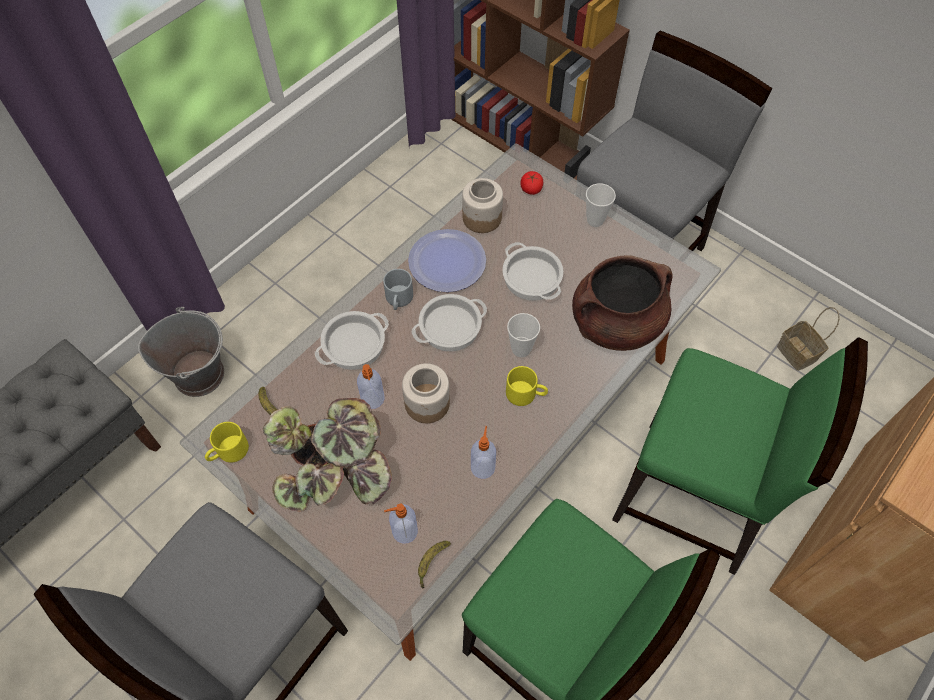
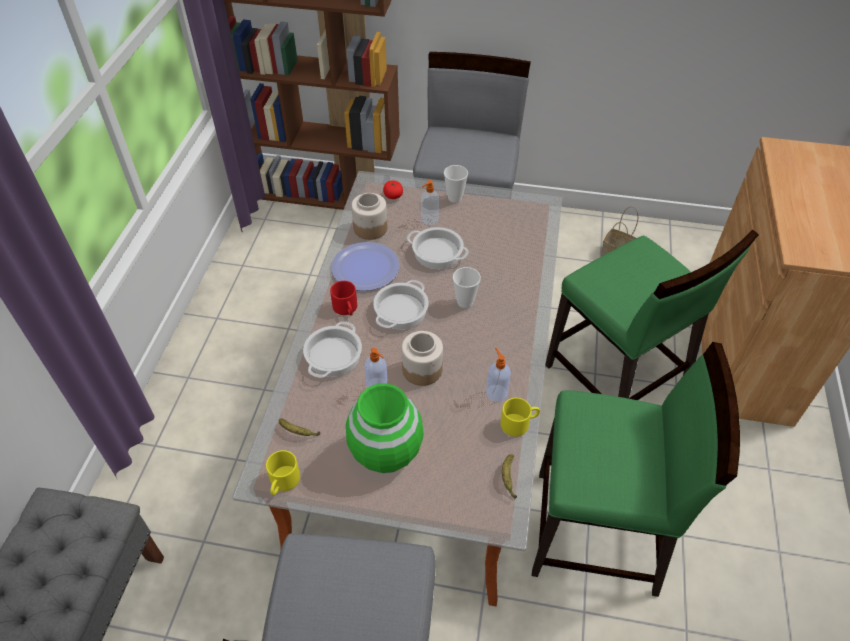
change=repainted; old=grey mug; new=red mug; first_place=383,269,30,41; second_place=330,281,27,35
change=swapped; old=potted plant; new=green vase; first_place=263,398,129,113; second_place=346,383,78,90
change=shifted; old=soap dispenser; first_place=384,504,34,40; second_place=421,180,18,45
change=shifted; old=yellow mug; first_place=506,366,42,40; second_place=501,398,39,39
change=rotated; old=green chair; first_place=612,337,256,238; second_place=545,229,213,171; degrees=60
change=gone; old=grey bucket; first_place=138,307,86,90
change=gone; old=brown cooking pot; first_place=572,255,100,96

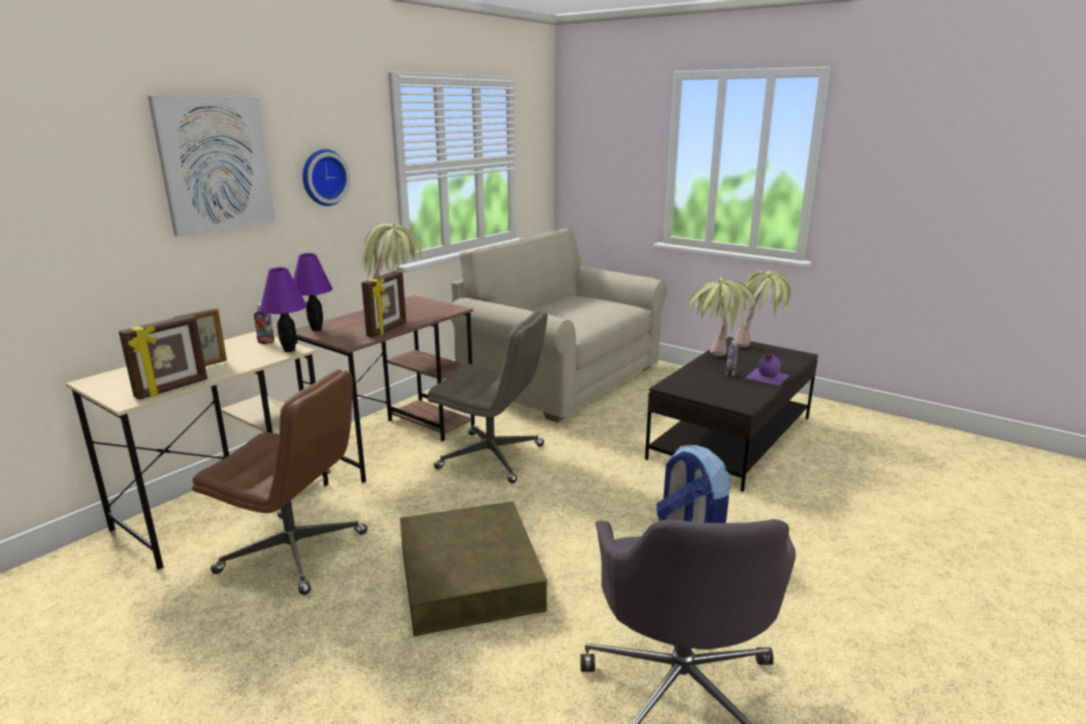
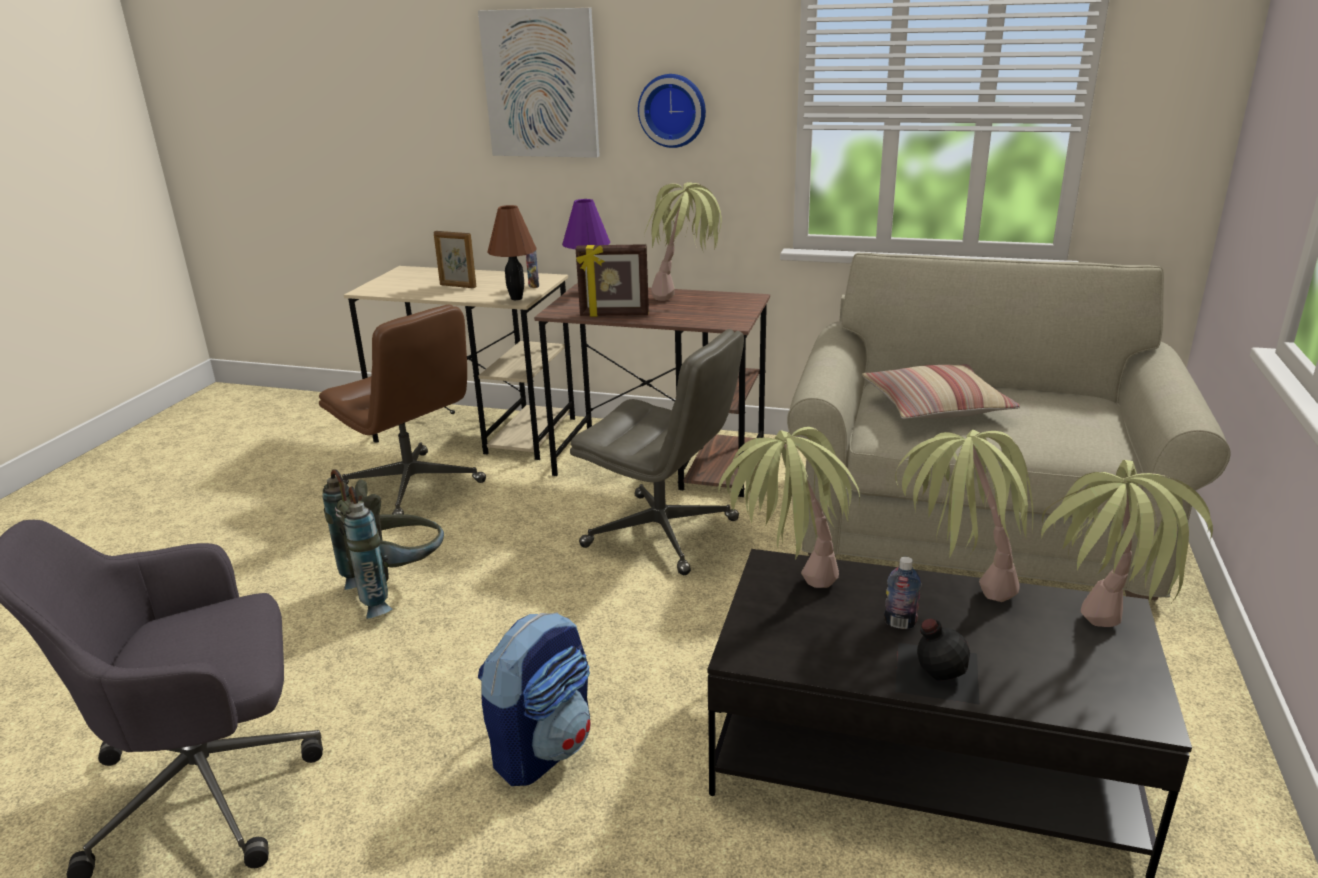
change=rotated; old=brown office chair; first_place=192,369,176,226; second_place=319,305,167,209; degrees=-45
change=swapped; old=brown storage box; new=grey backpack; first_place=400,501,147,135; second_place=322,469,122,150
change=repainted; old=purple table lamp; new=brown table lamp; first_place=260,267,47,85; second_place=487,205,50,95
change=rotated; old=grey office chair; first_place=428,310,119,173; second_place=570,329,174,246; degrees=-60
change=new; new=potted plant; second_place=718,427,142,161
change=new; new=pillow; second_place=862,364,158,55
change=repainted; old=purple bottle; new=black bottle; first_place=745,352,45,34; second_place=895,619,85,86
change=gone; old=picture frame; first_place=119,315,89,85

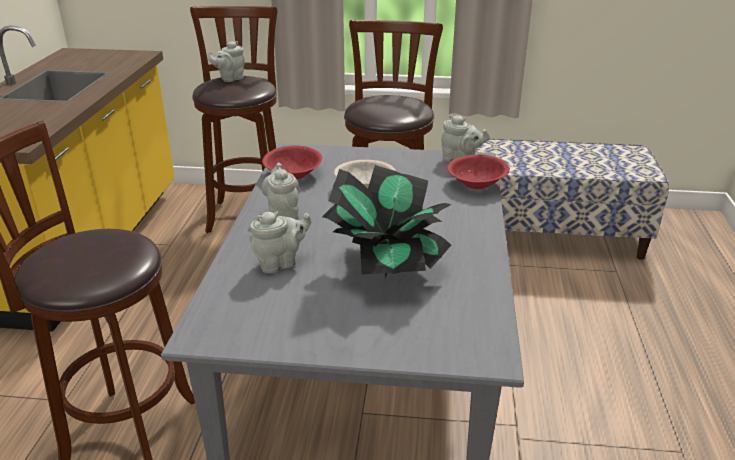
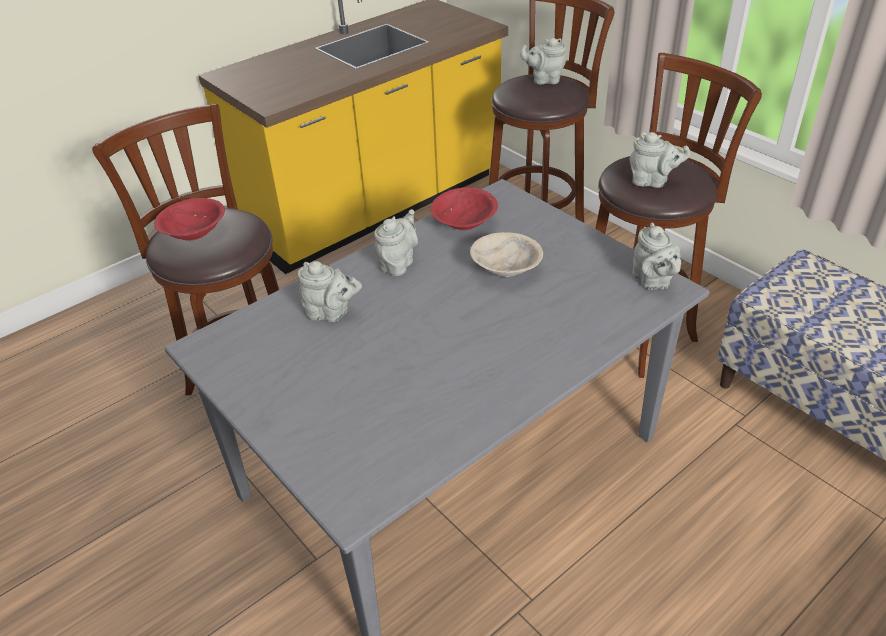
change=shifted; old=red bowl; first_place=447,155,63,34; second_place=154,198,71,43
change=new; new=grey teapot; second_place=630,132,61,56
change=gone; old=potted plant; first_place=322,165,130,112

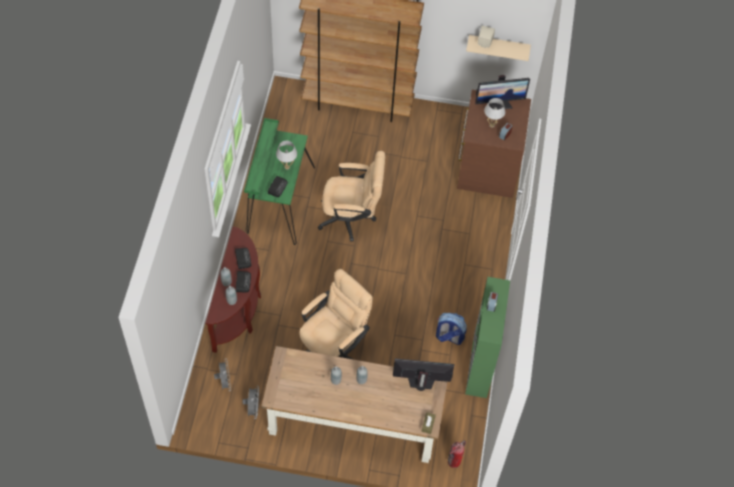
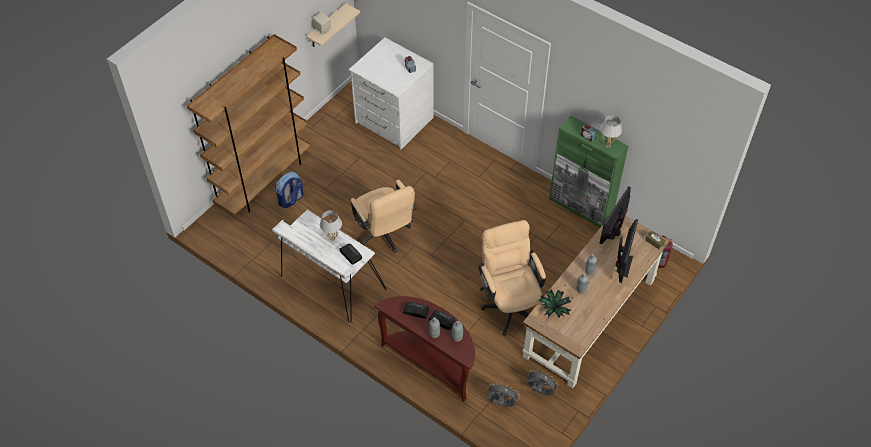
change=repainted; old=green desk; new=white desk; first_place=244,118,71,127; second_place=272,210,114,112
change=shifted; old=backpack; first_place=436,313,31,32; second_place=276,172,27,36
change=repainted; old=brown dresser; new=white dresser; first_place=457,90,74,108; second_place=349,37,85,112
change=rotated; old=beige office chair; first_place=318,151,67,91; second_place=351,180,65,73; degrees=120
change=new; new=potted plant; second_place=538,290,33,28
change=shifted; old=white table lamp; first_place=484,98,21,30; second_place=600,115,22,33
change=shifted; old=monitor; first_place=475,75,55,35; second_place=616,219,22,64

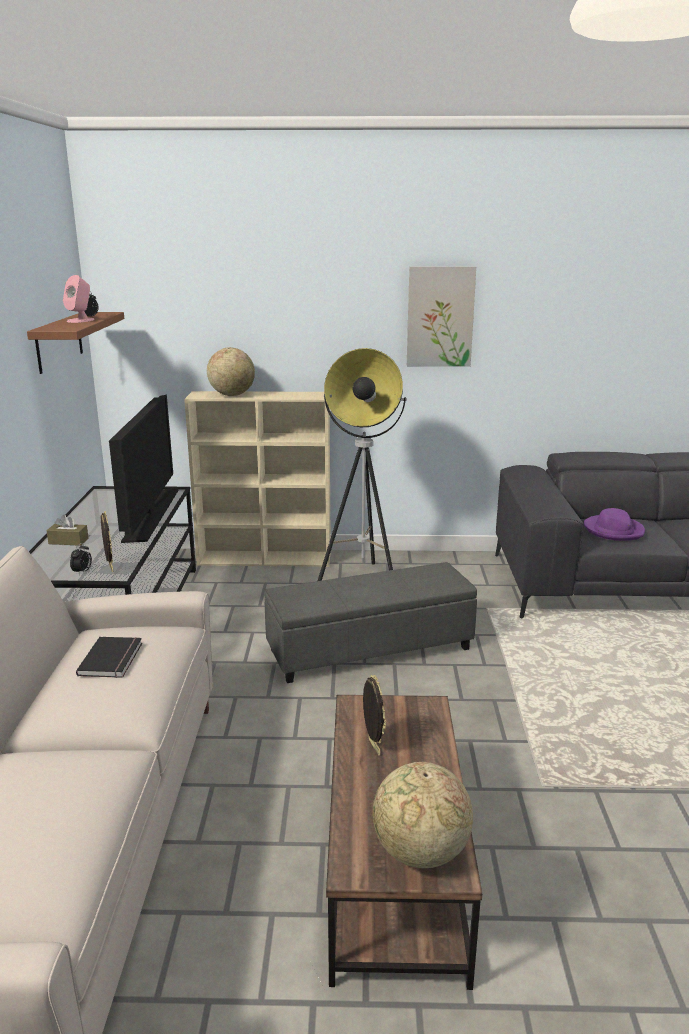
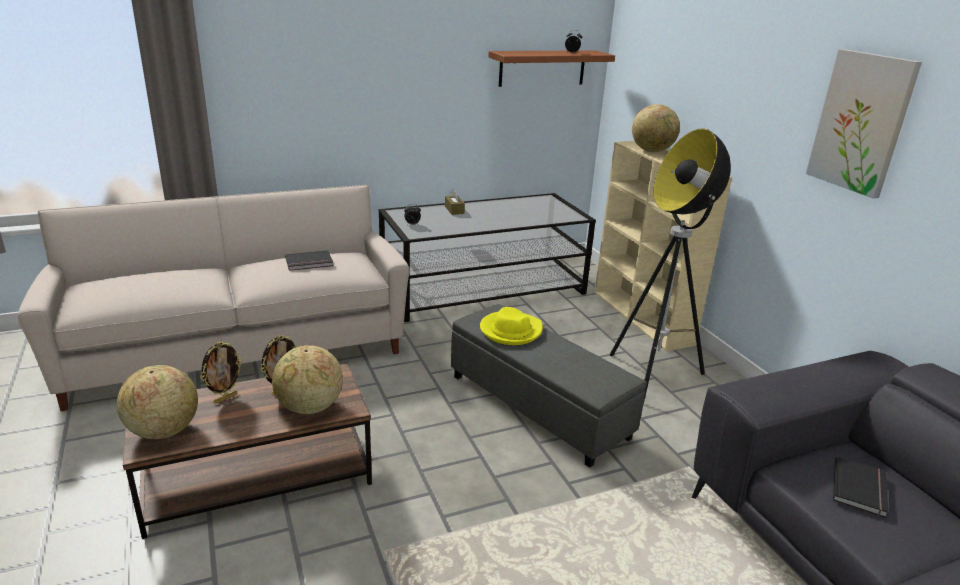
change=shifted; old=picture frame; first_place=101,511,12,61; second_place=201,341,42,63
change=new; new=globe; second_place=272,345,71,69
change=new; new=yellow hat; second_place=480,307,63,38
change=swapped; old=purple hat; new=black book; first_place=584,508,61,33; second_place=833,457,55,61
change=gone; old=pink speaker; first_place=63,275,31,48
change=gone; old=television; first_place=109,394,70,149

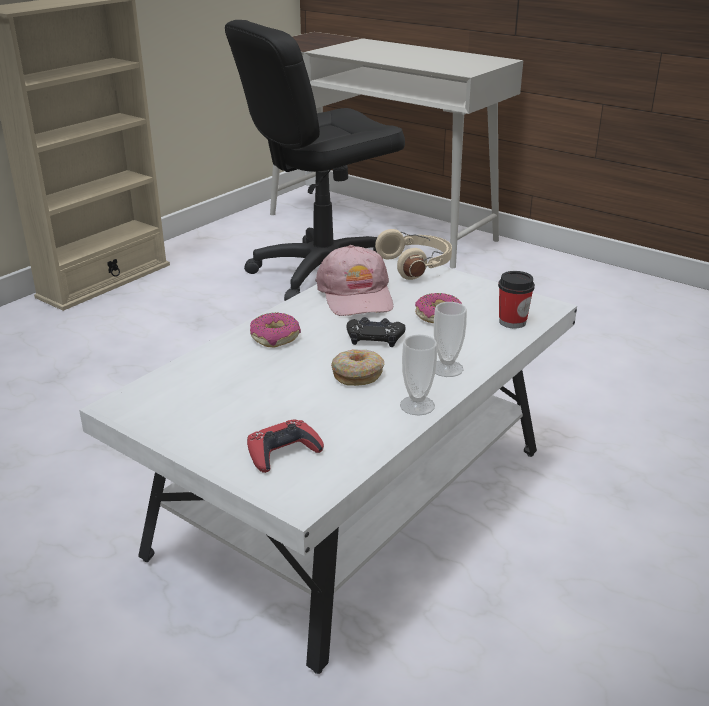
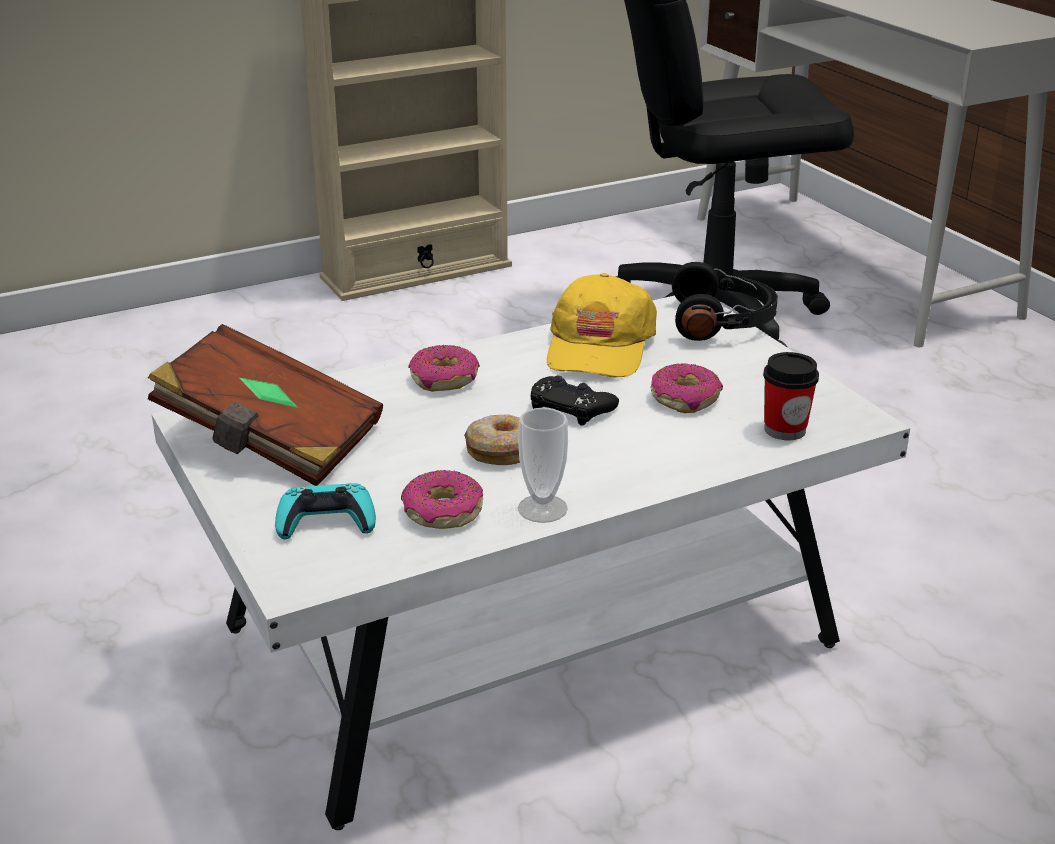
change=new; new=brown book; second_place=148,324,235,162
change=repainted; old=red game controller; new=turquoise game controller; first_place=247,419,77,54; second_place=275,483,101,57
change=new; new=donut; second_place=401,470,82,59
change=repainted; old=pink cap; new=yellow cap; first_place=315,245,78,71; second_place=547,273,110,104
change=repainted; old=beige headphones; new=black headphones; first_place=375,229,77,51; second_place=672,262,106,79
change=gone; old=cup; first_place=434,302,33,75

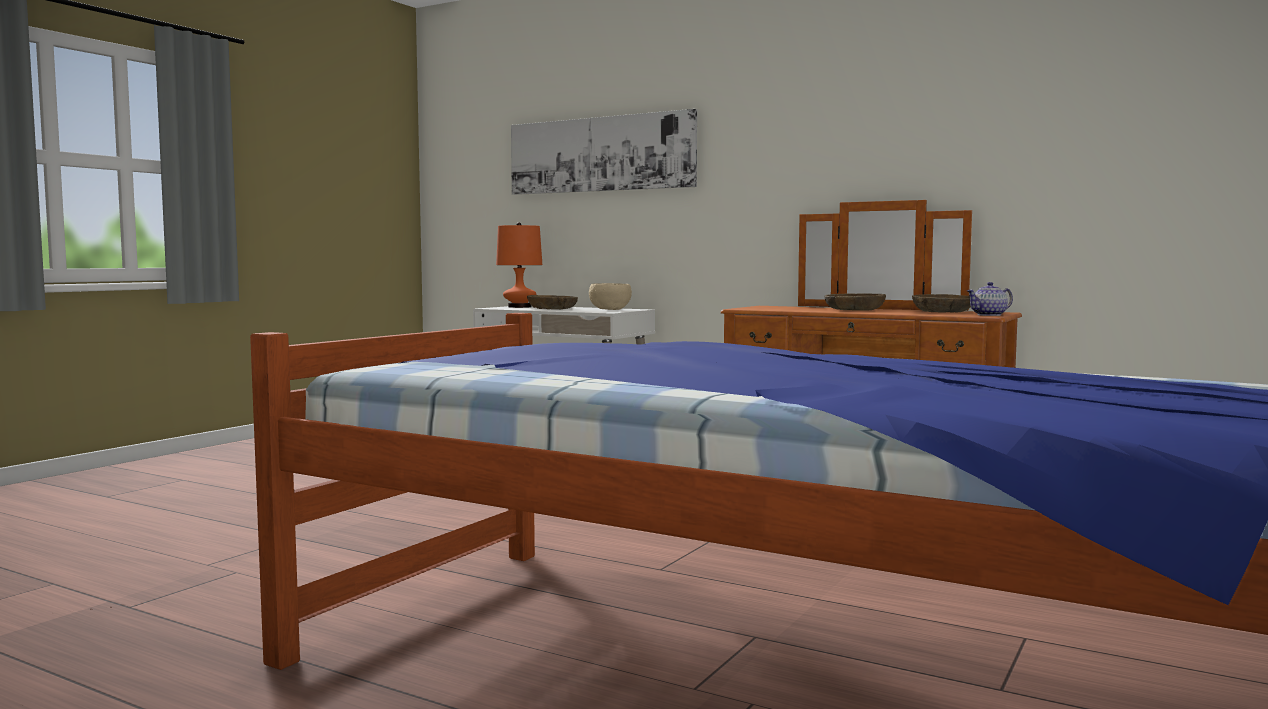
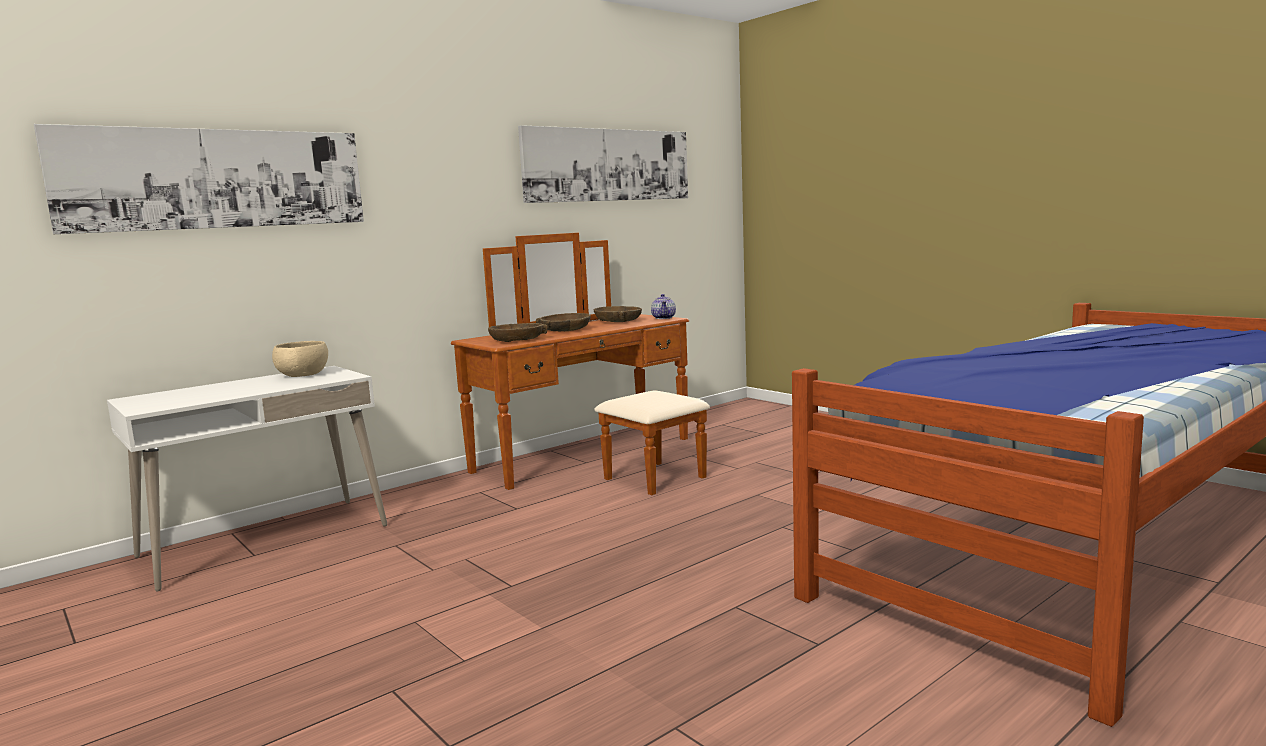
change=shifted; old=brown bowl; first_place=527,295,51,14; second_place=488,323,60,19
change=new; new=picture; second_place=518,125,170,78
change=gone; old=orange table lamp; first_place=496,222,46,86

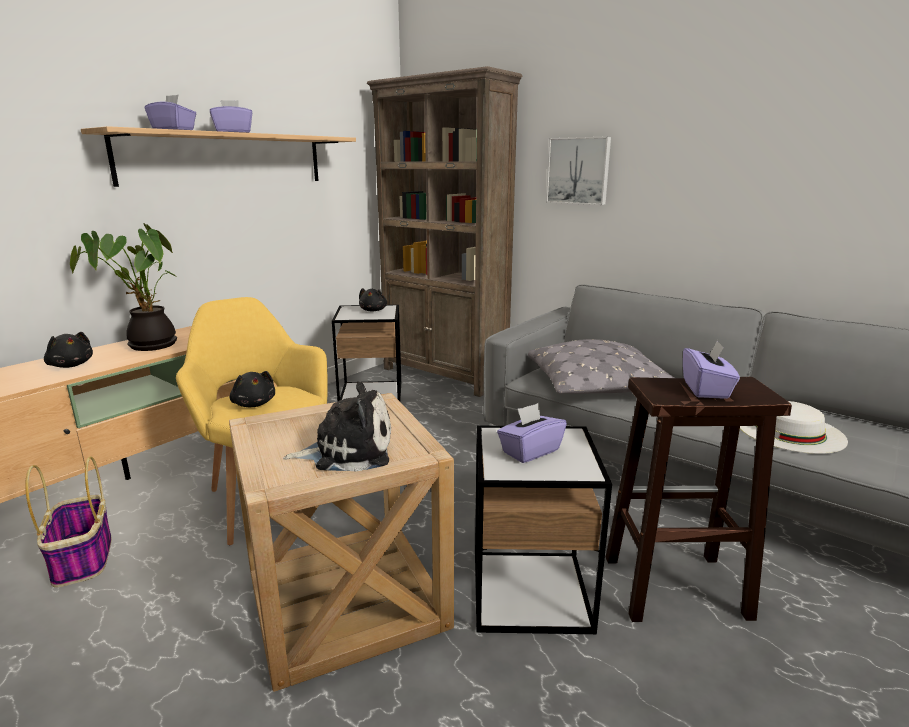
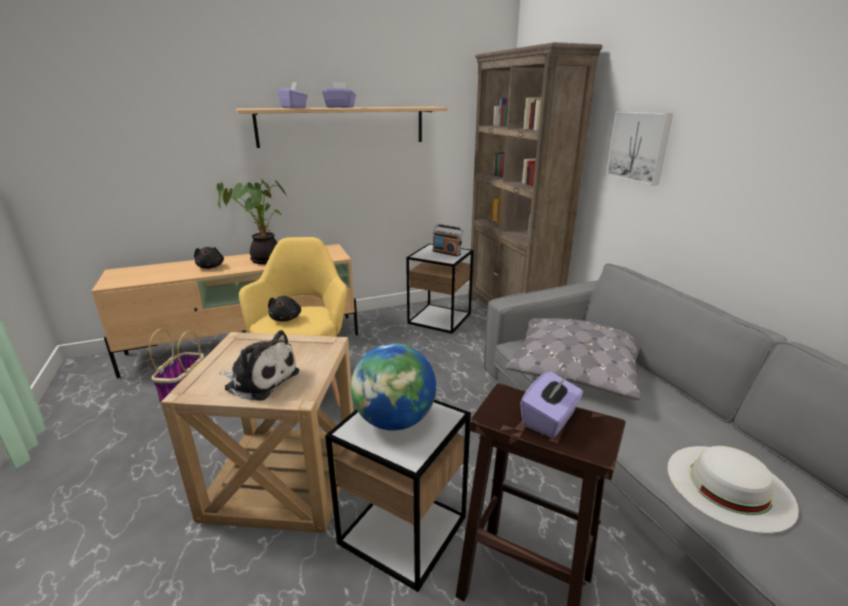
change=swapped; old=purple tissue box; new=globe; first_place=497,403,70,60; second_place=351,343,85,88
change=swapped; old=black plush toy; new=radio; first_place=359,288,28,24; second_place=432,224,32,33

